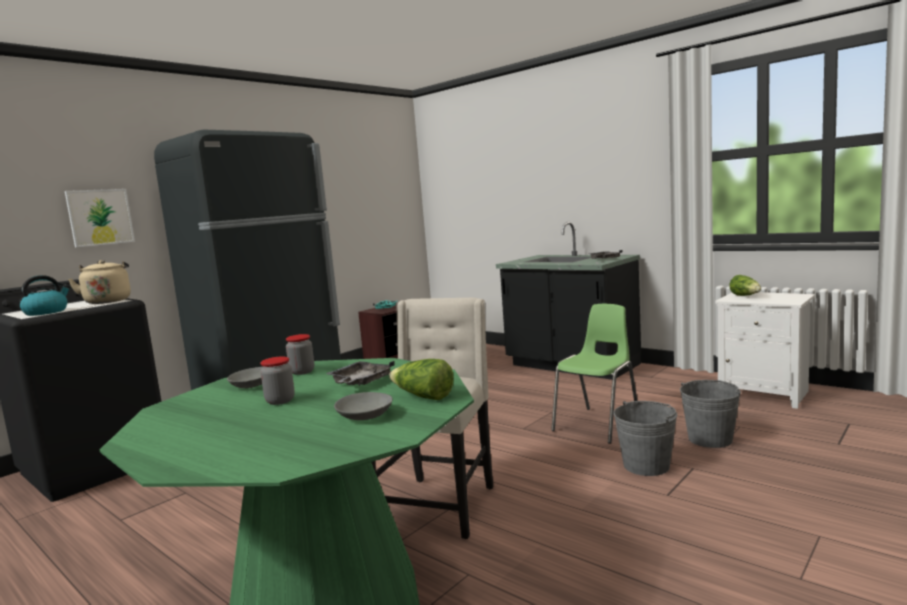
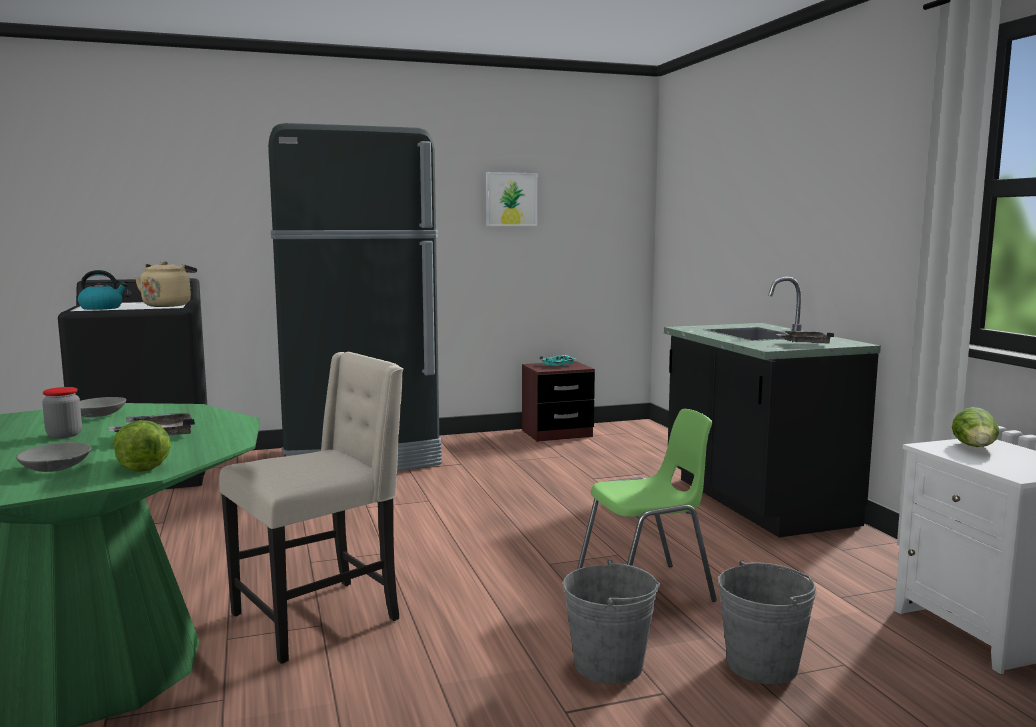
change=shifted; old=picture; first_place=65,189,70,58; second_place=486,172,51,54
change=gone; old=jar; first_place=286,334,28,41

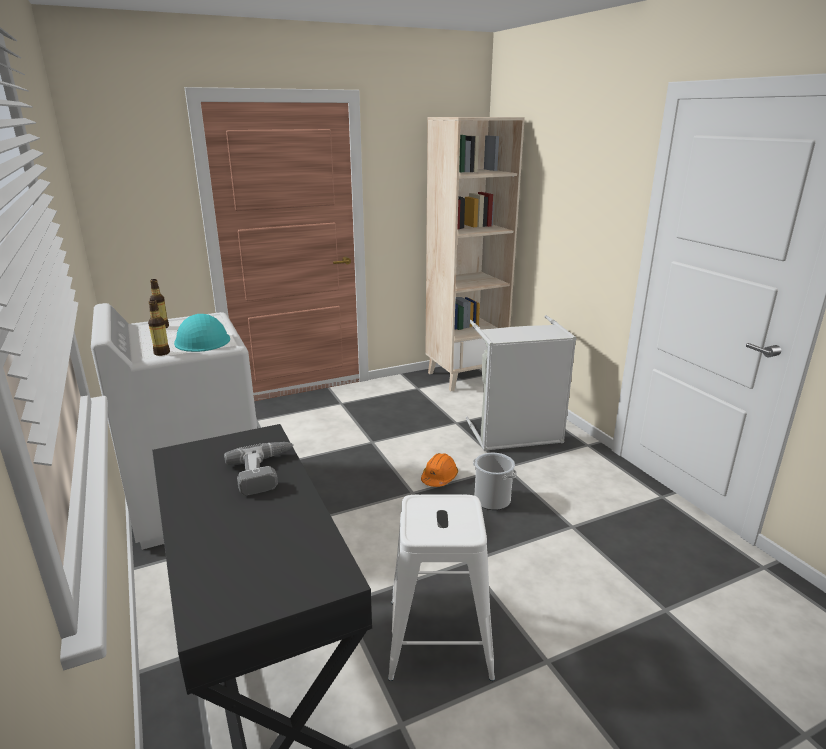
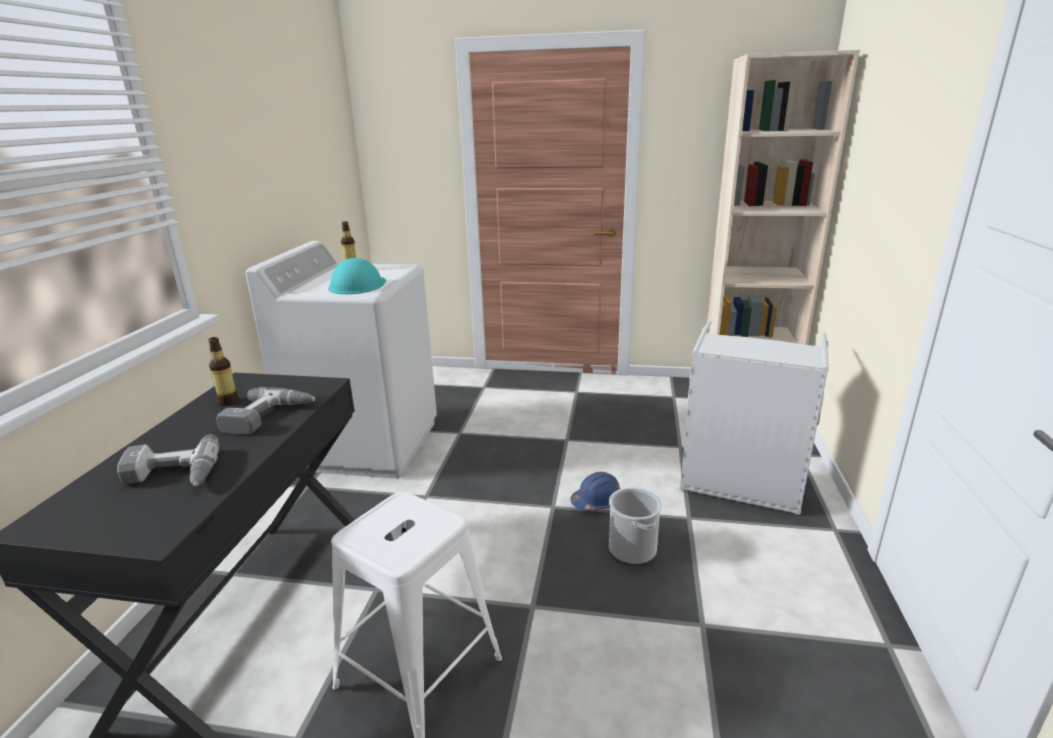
change=new; new=power drill; second_place=117,434,102,52
change=shifted; old=bottle; first_place=148,300,22,56; second_place=208,337,31,69
change=repainted; old=orange hard hat; new=blue hard hat; first_place=421,453,37,34; second_place=570,472,50,39

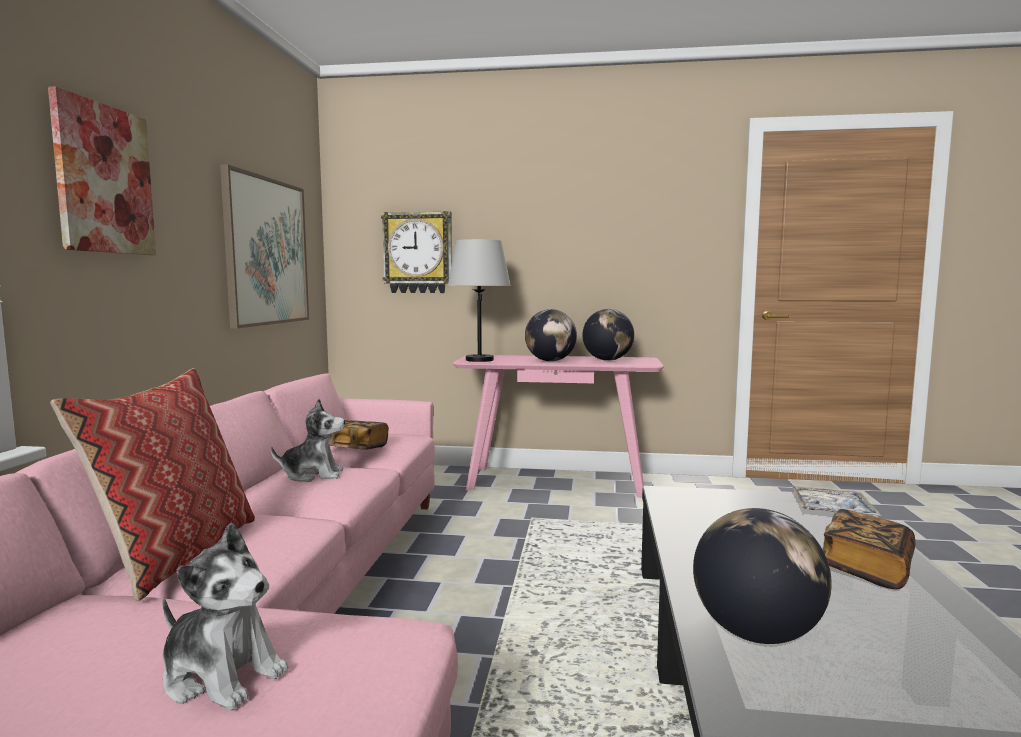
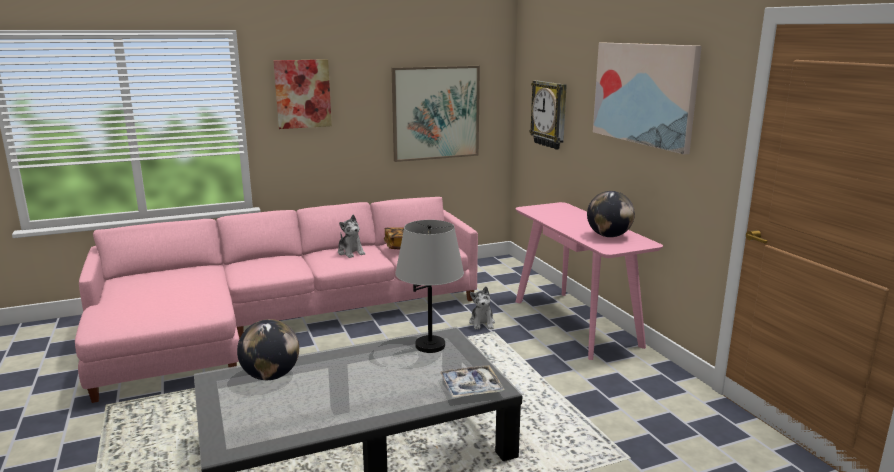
change=shifted; old=grey table lamp; first_place=448,239,63,123; second_place=395,220,69,133
change=shifted; old=plush toy; first_place=162,522,127,188; second_place=469,286,26,44
change=new; new=picture; second_place=593,43,109,112
change=gone; old=pillow; first_place=50,368,205,233
change=gone; old=globe; first_place=525,309,52,52
change=gone; old=book; first_place=822,509,93,80

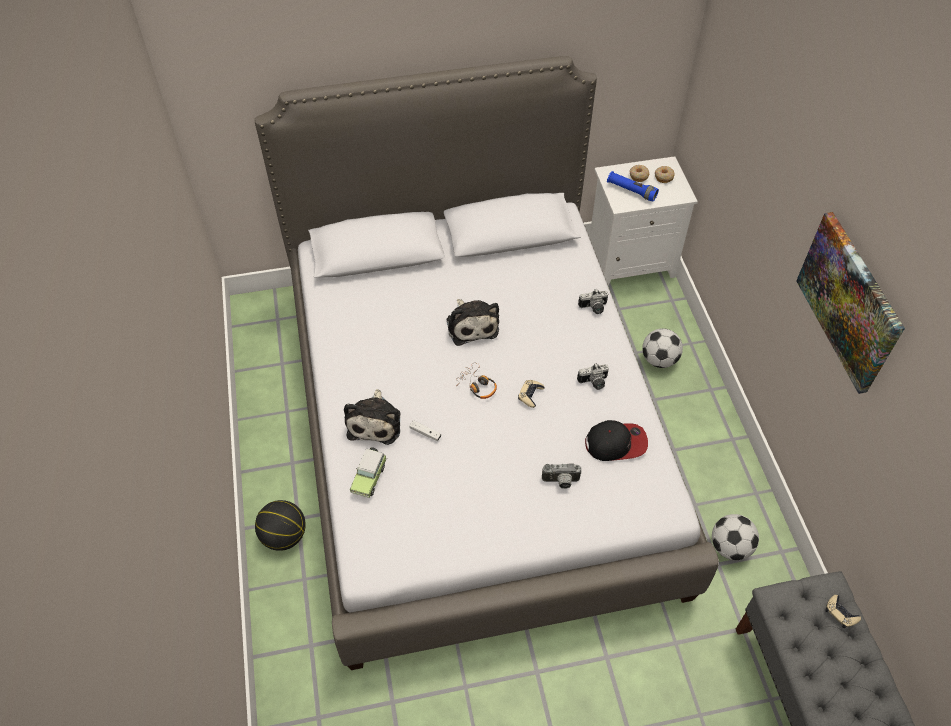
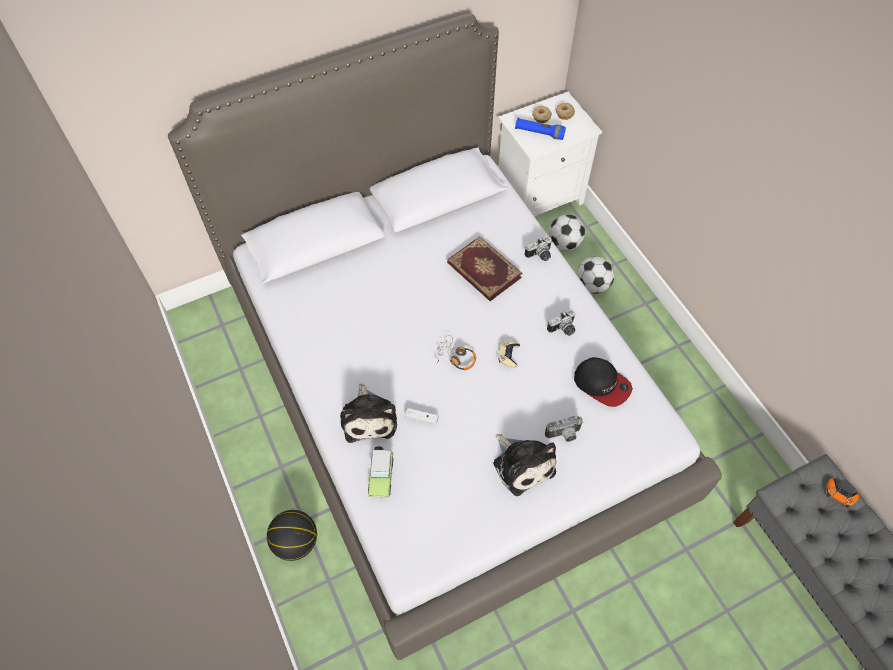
change=new; new=book; second_place=447,236,75,65
change=shifted; old=plush toy; first_place=446,299,53,47; second_place=494,434,62,62
change=shifted; old=football; first_place=712,514,47,46; second_place=549,215,36,36
change=rotated; old=cap; first_place=585,420,63,41; second_place=574,357,59,50; degrees=60
change=repainted; old=beige game controller; new=orange game controller; first_place=825,595,36,33; second_place=826,478,33,30
change=gone; old=picture; first_place=796,212,109,182

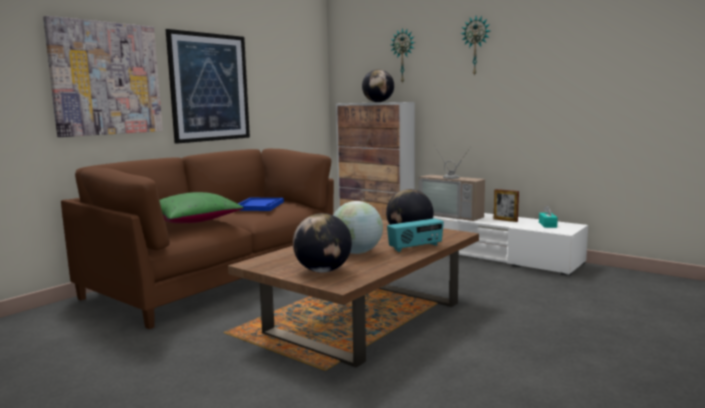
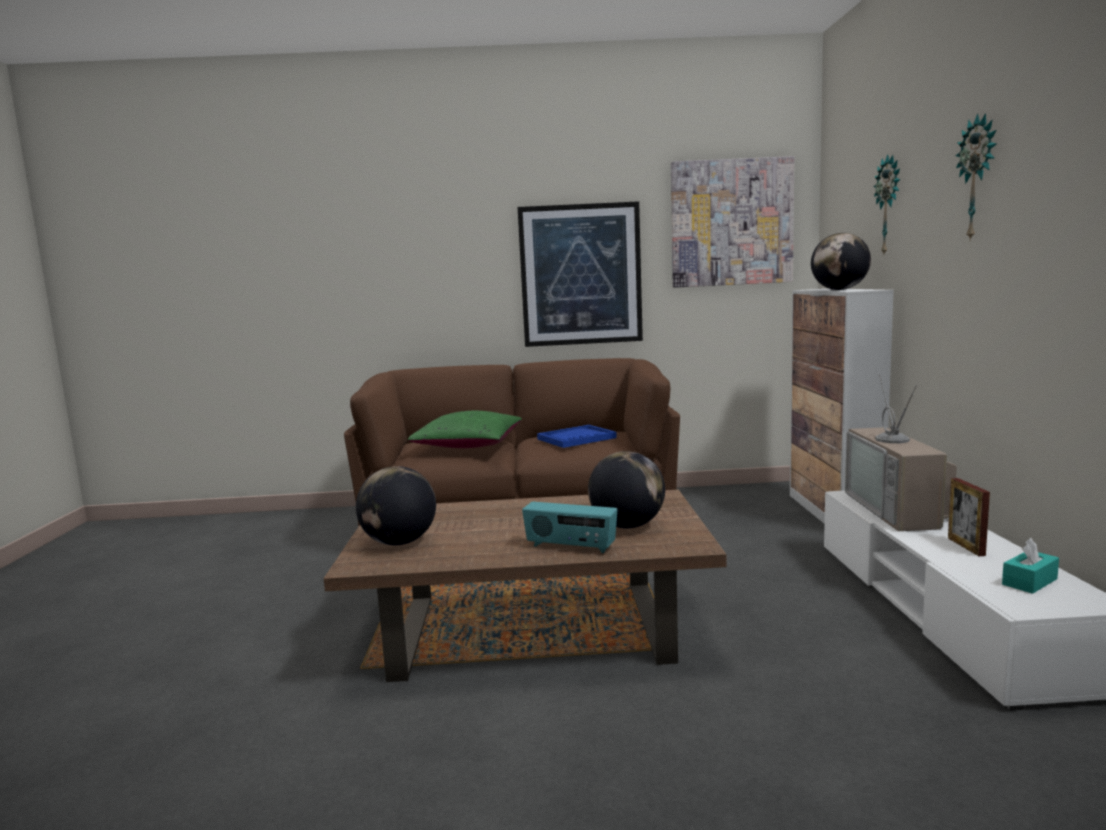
change=shifted; old=picture; first_place=43,16,120,121; second_place=671,156,123,132
change=gone; old=globe; first_place=334,201,49,53

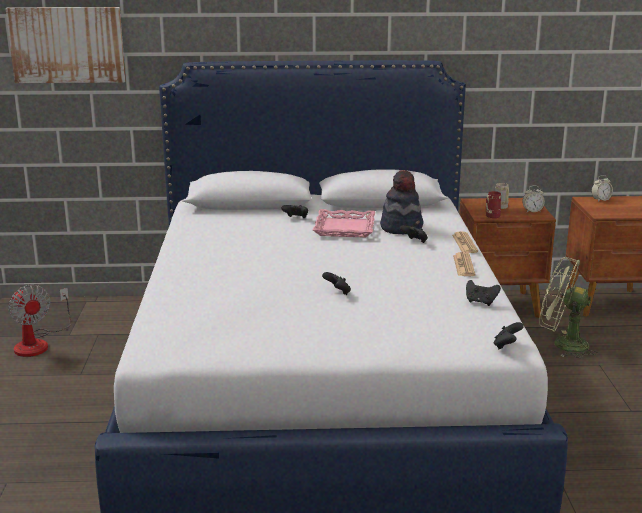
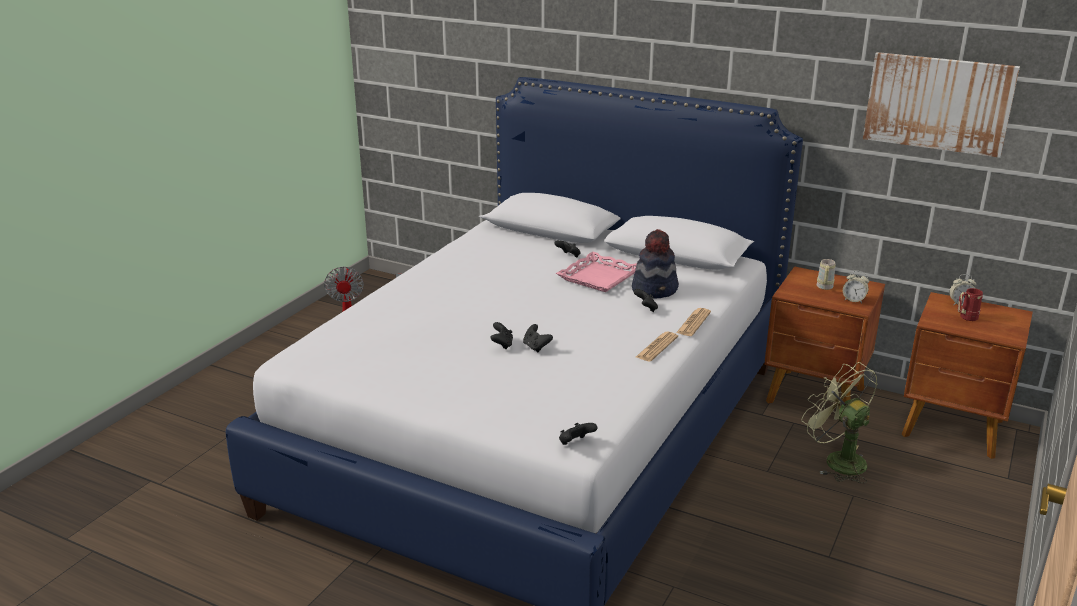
change=shifted; old=black game controller; first_place=466,280,35,26; second_place=523,324,30,28
change=shifted; old=picture; first_place=5,7,121,76; second_place=863,52,157,106
change=shifted; old=red mug; first_place=486,191,15,27; second_place=957,288,26,33

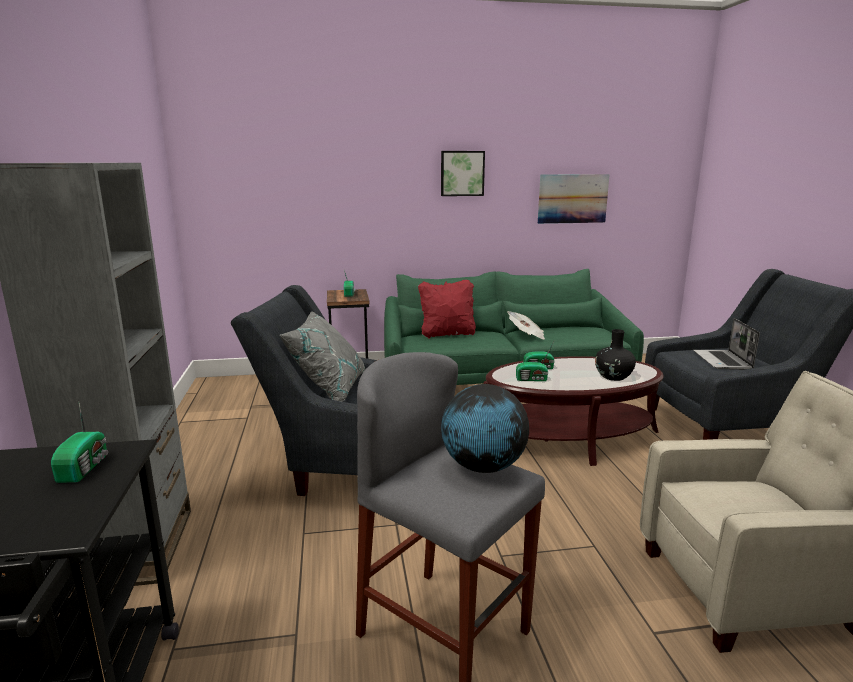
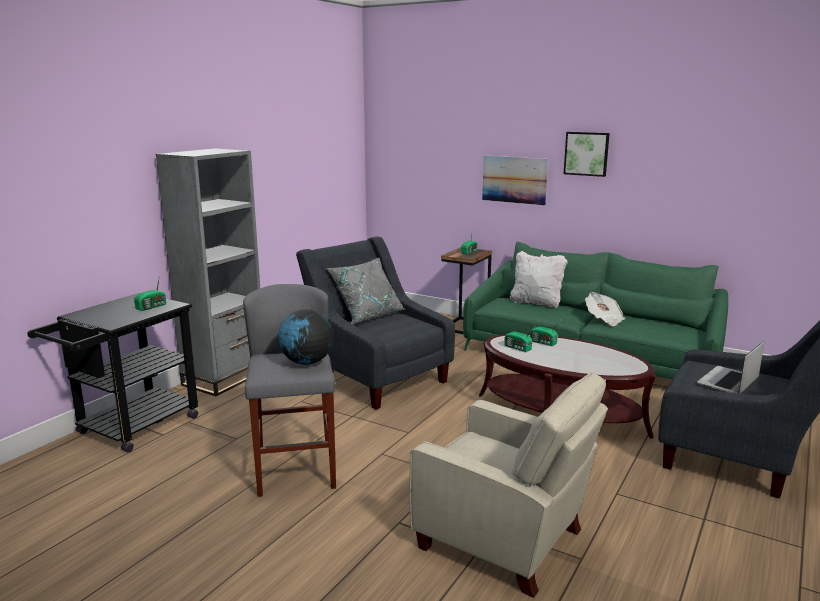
change=shifted; old=picture; first_place=538,174,72,50; second_place=482,156,66,49
change=repainted; old=red pillow; new=white pillow; first_place=418,280,58,59; second_place=510,251,58,57
change=gone; old=black vase; first_place=595,329,41,52

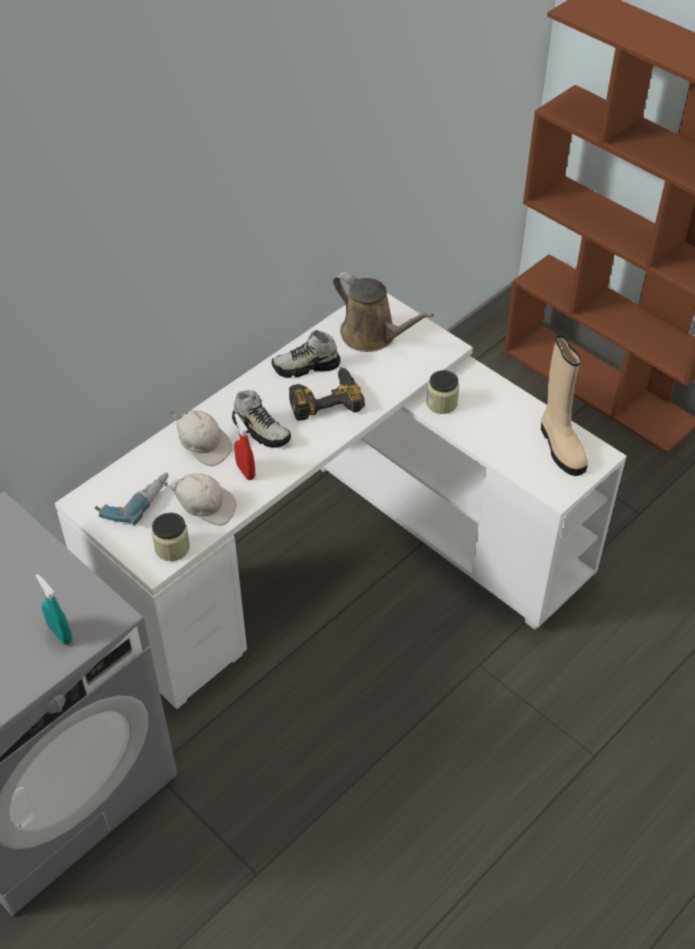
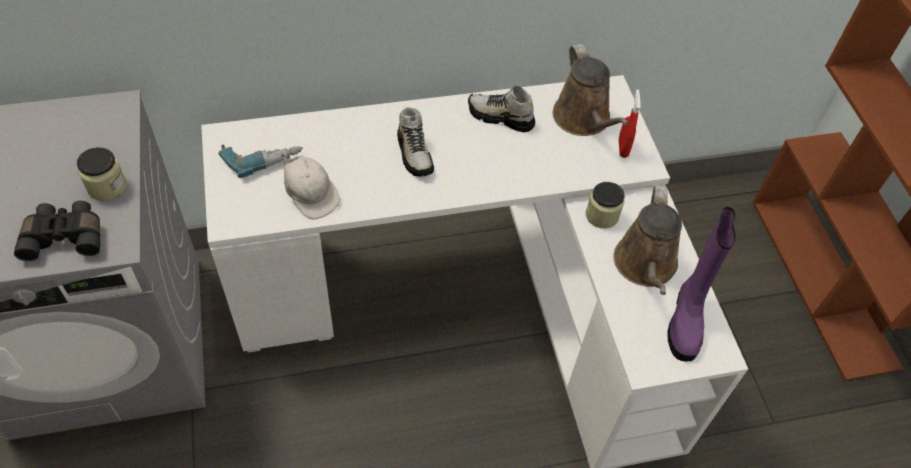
change=swapped; old=turquoise spray bottle; new=black binoculars; first_place=36,574,36,71; second_place=14,201,86,60
change=shifted; old=jar; first_place=152,513,38,48; second_place=77,147,50,54
change=new; new=brown watering can; second_place=614,186,68,109
change=shifted; old=red spray bottle; first_place=234,414,21,66; second_place=619,89,22,69
change=repainted; old=beige boot; new=purple boot; first_place=541,335,47,141; second_place=667,207,69,155
change=gone; old=white cap; first_place=170,410,62,56
change=gone; old=power drill; first_place=289,367,76,54

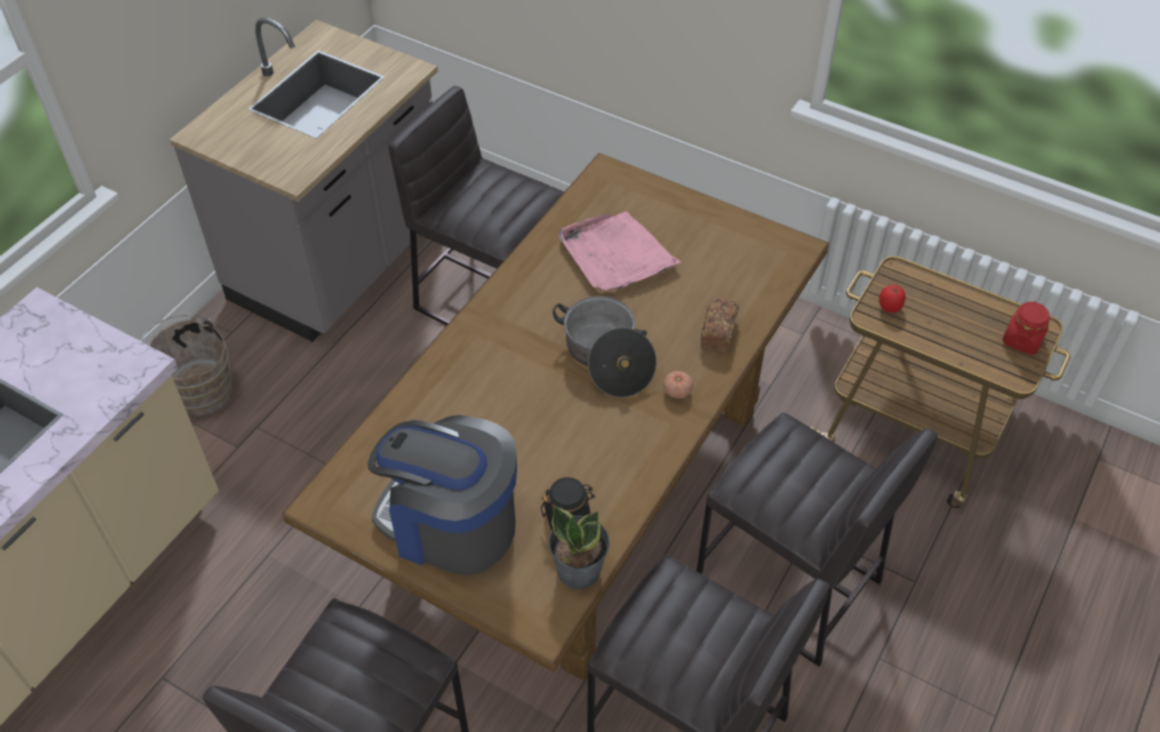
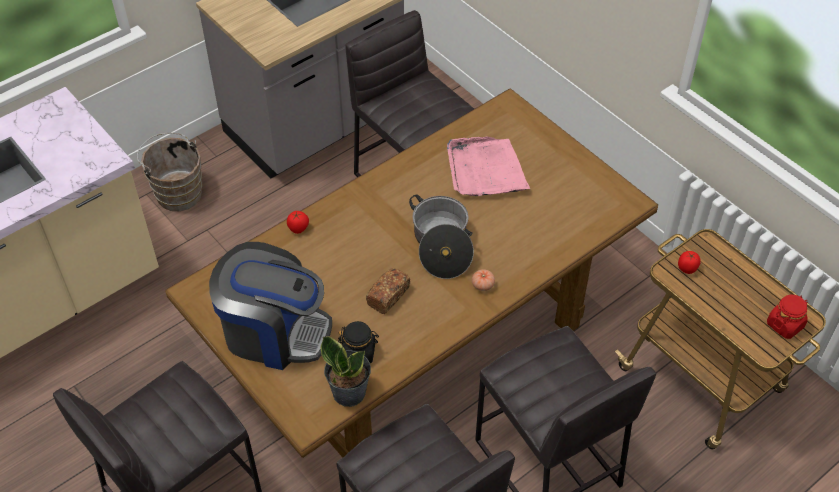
change=rotated; old=coffee machine; first_place=368,415,149,160; second_place=209,242,123,128; degrees=150
change=new; new=tomato; second_place=287,211,22,23
change=shifted; old=bread; first_place=701,299,38,55; second_place=366,268,44,46

